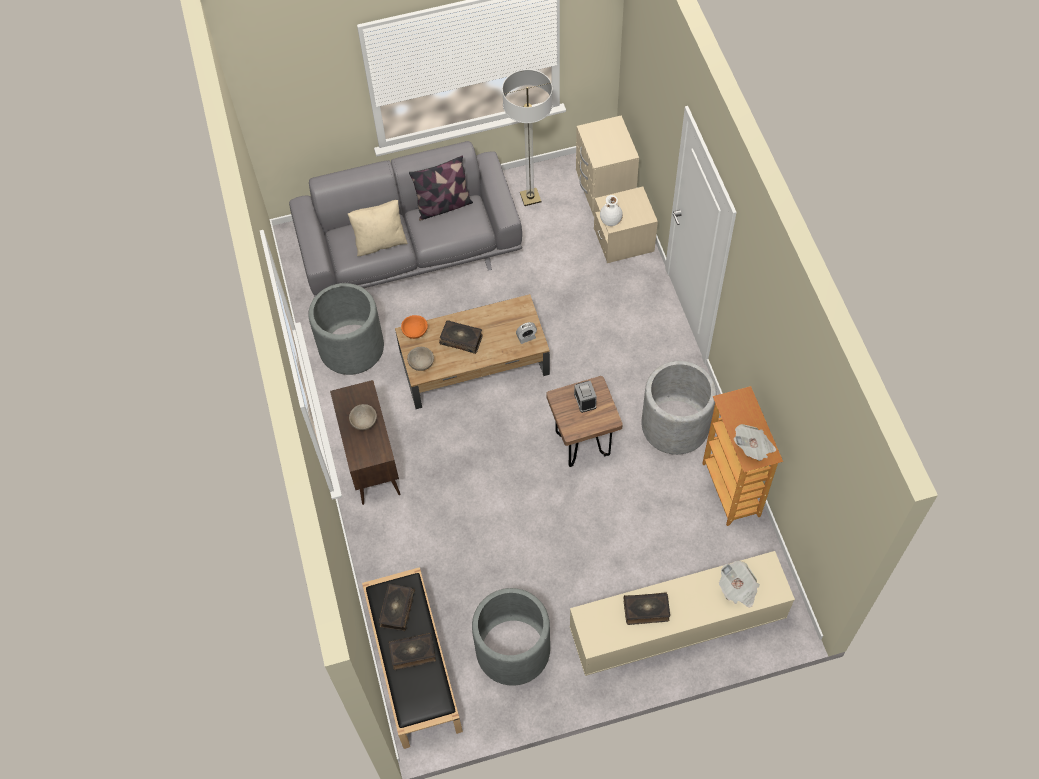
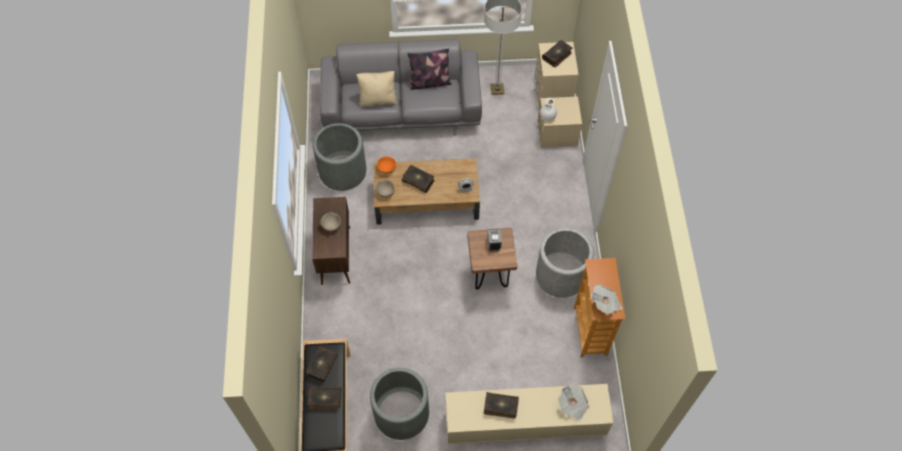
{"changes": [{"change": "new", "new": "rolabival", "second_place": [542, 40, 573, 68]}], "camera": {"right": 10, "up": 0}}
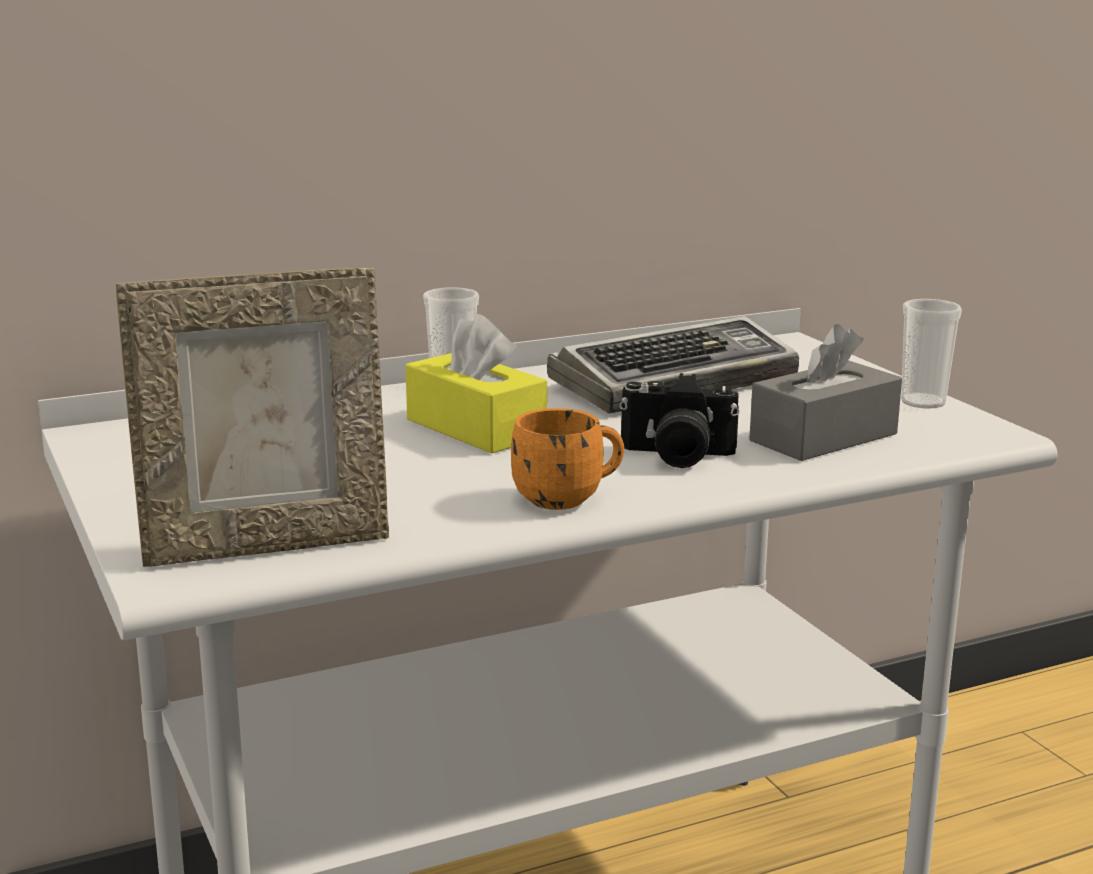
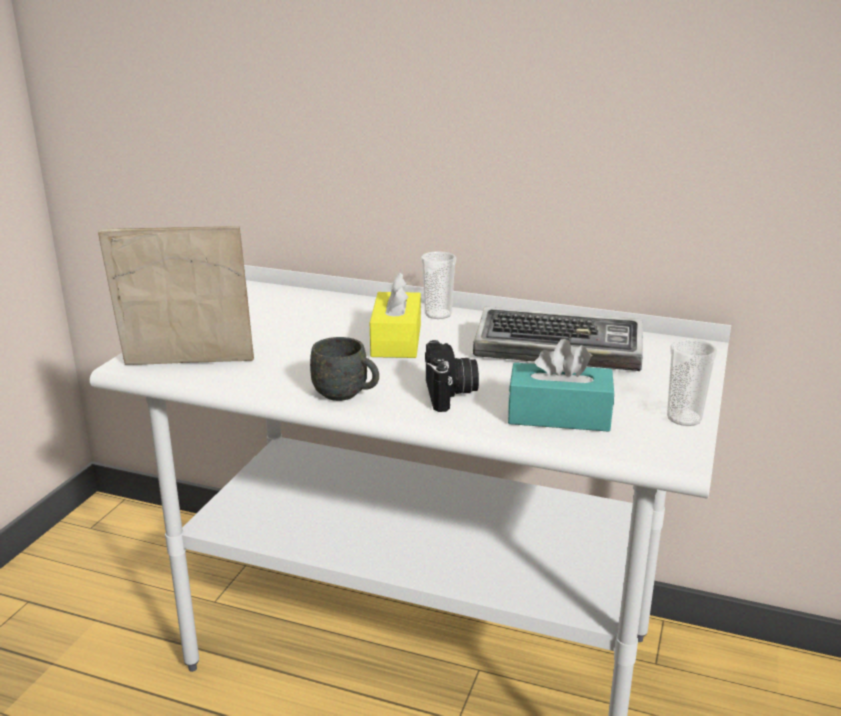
{"changes": [{"change": "repainted", "old": "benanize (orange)", "new": "benanize (grey)", "first_place": [511, 408, 624, 510], "second_place": [310, 337, 379, 401]}, {"change": "repainted", "old": "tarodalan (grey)", "new": "tarodalan (turquoise)", "first_place": [749, 324, 902, 461], "second_place": [508, 339, 614, 432]}, {"change": "rotated", "old": "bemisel", "first_place": [116, 268, 389, 567], "second_place": [98, 226, 254, 365], "degrees": 150}, {"change": "rotated", "old": "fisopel", "first_place": [619, 373, 739, 468], "second_place": [425, 340, 479, 412], "degrees": -150}], "camera": {"right": 45, "up": 5}}
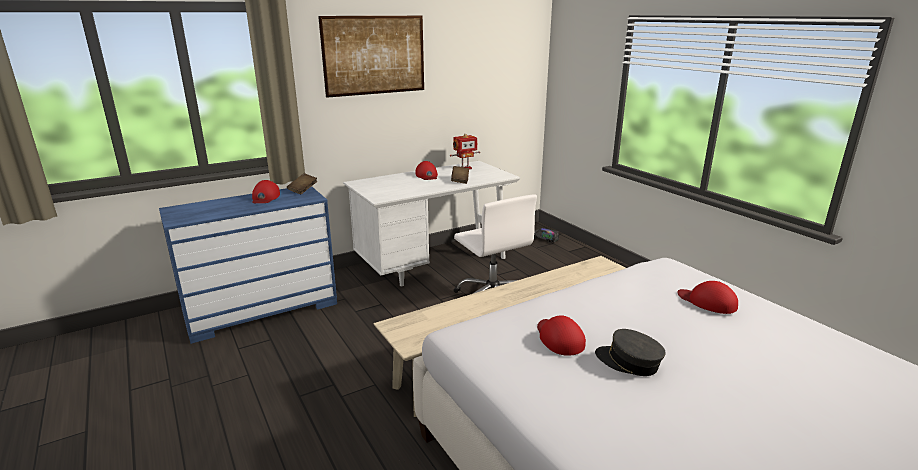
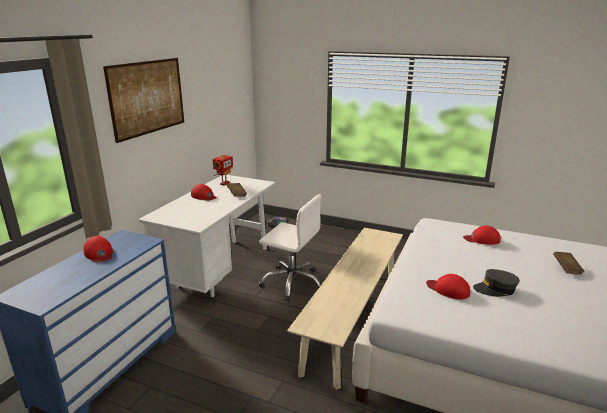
{"changes": [{"change": "shifted", "old": "rolabival (brown)", "first_place": [287, 173, 317, 194], "second_place": [553, 252, 585, 275]}], "camera": {"right": -35, "up": 0}}
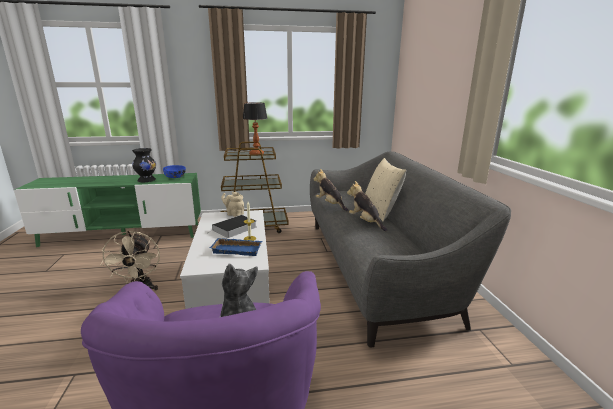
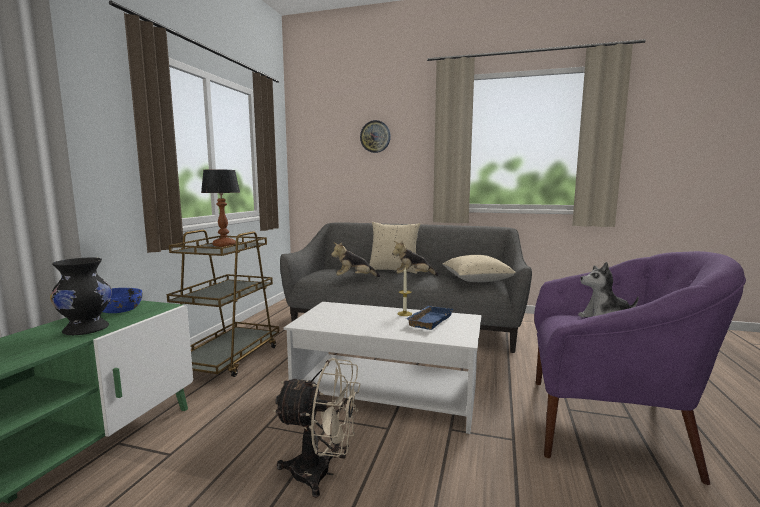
{"changes": [{"change": "gone", "old": "rolabival", "first_place": [209, 215, 257, 238]}, {"change": "gone", "old": "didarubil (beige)", "first_place": [221, 192, 244, 217]}, {"change": "new", "new": "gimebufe", "second_place": [360, 120, 391, 153]}, {"change": "new", "new": "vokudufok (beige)", "second_place": [442, 255, 515, 282]}], "camera": {"right": -65, "up": -10}}
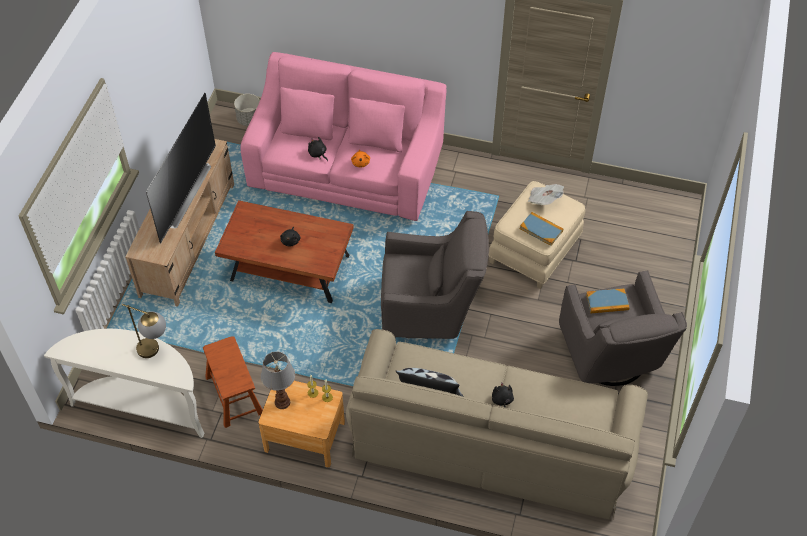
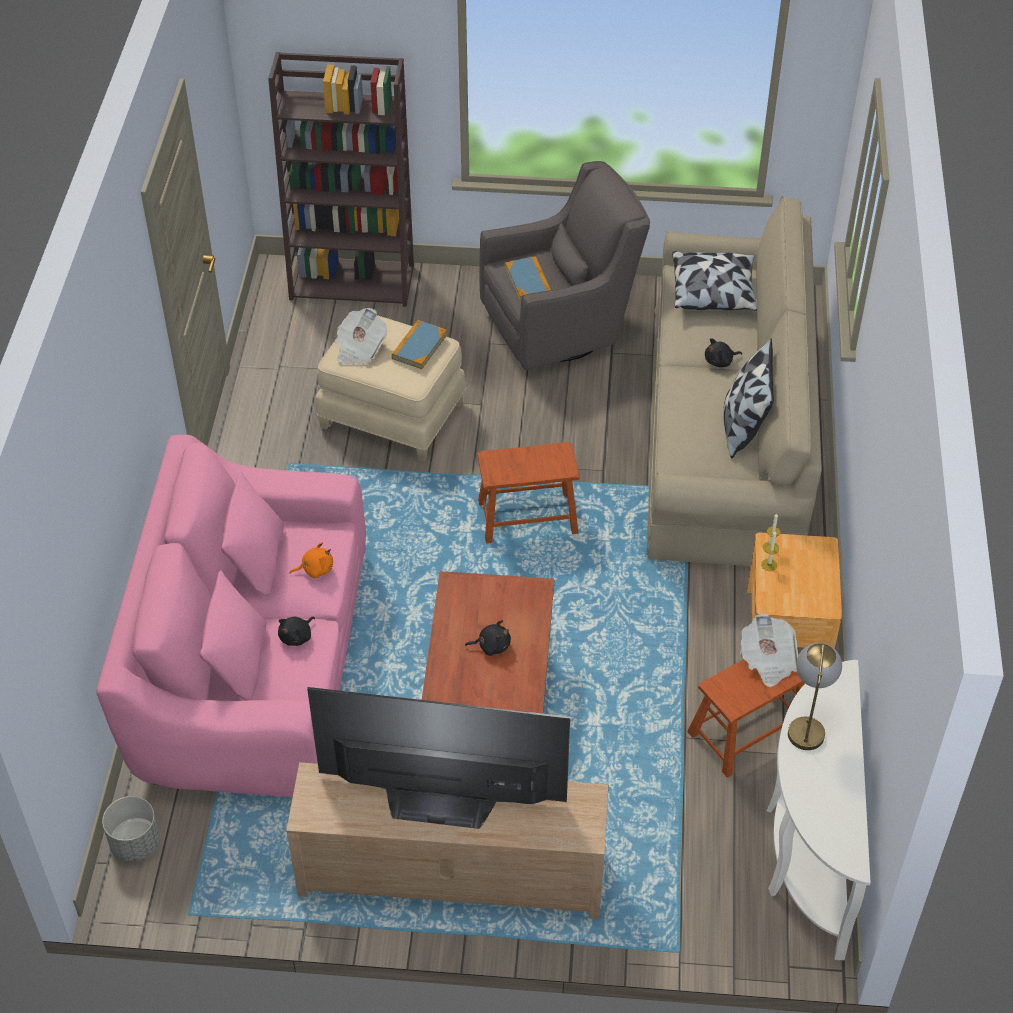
{"changes": [{"change": "gone", "old": "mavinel", "first_place": [261, 351, 295, 409]}, {"change": "new", "new": "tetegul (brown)", "second_place": [268, 52, 414, 307]}, {"change": "new", "new": "vokudufok", "second_place": [672, 251, 757, 310]}, {"change": "new", "new": "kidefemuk", "second_place": [740, 613, 798, 687]}, {"change": "swapped", "old": "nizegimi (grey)", "new": "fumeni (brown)", "first_place": [381, 211, 489, 339], "second_place": [477, 442, 579, 544]}], "camera": {"right": -100, "up": -5}}
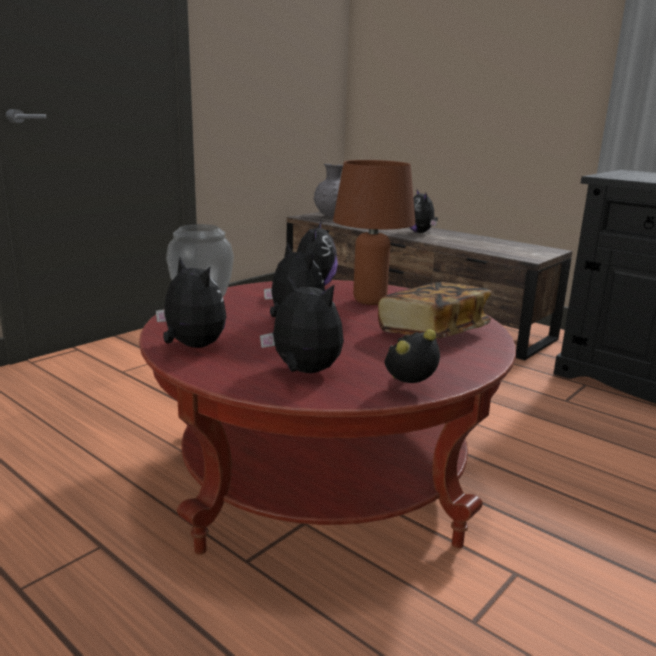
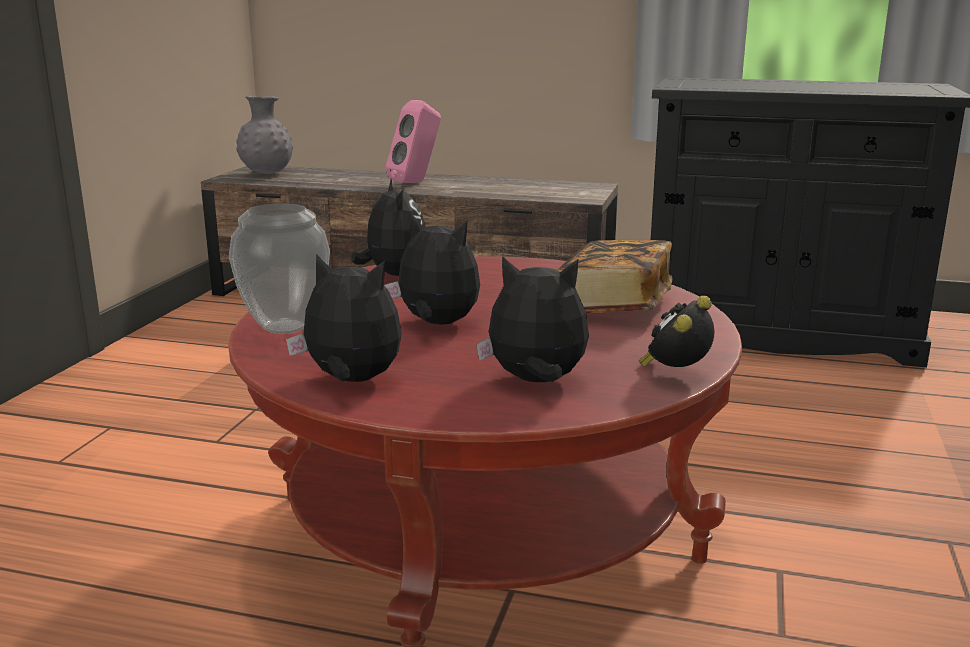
{"changes": [{"change": "gone", "old": "mavinel (brown)", "first_place": [333, 160, 415, 305]}, {"change": "swapped", "old": "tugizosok", "new": "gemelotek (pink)", "first_place": [409, 190, 438, 233], "second_place": [386, 100, 441, 183]}], "camera": {"right": -25, "up": 0}}
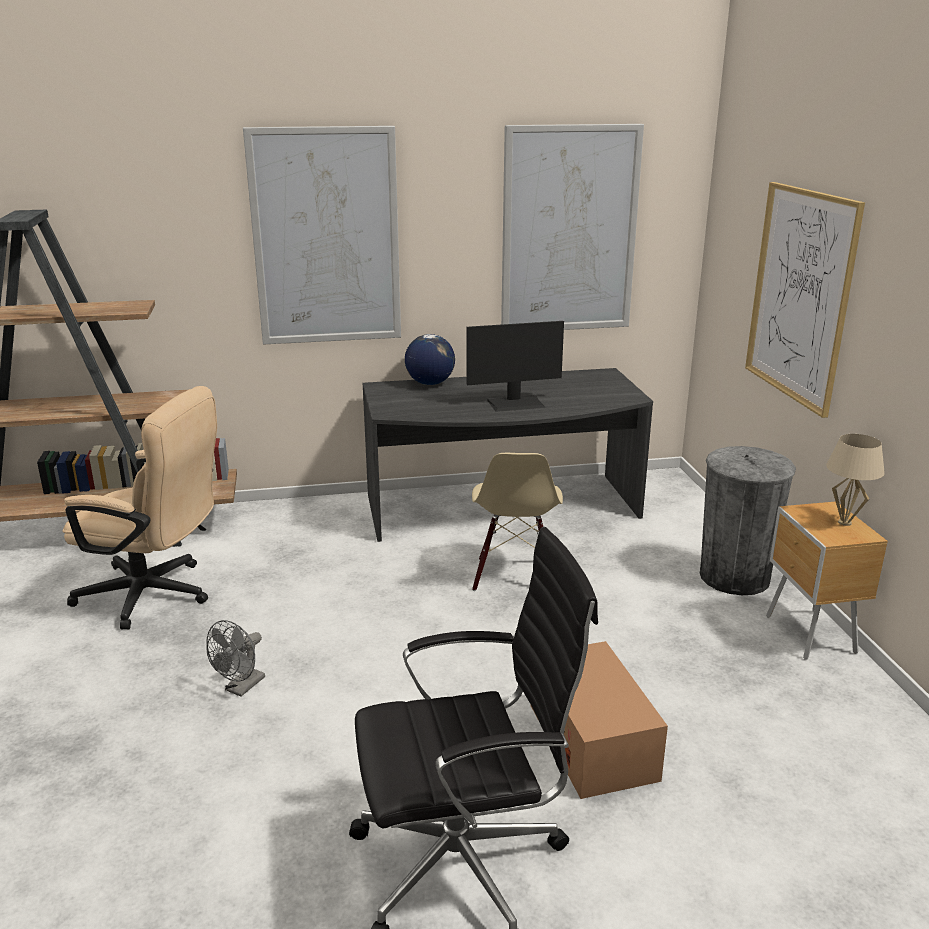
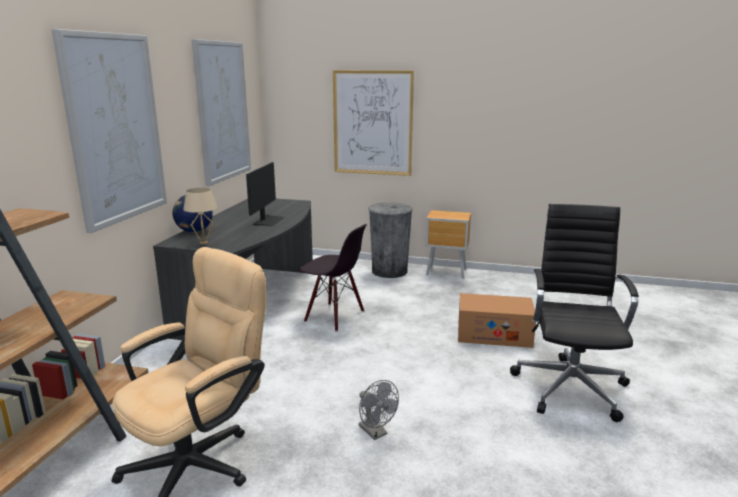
{"changes": [{"change": "shifted", "old": "mavinel (beige)", "first_place": [826, 434, 885, 526], "second_place": [183, 188, 217, 244]}, {"change": "repainted", "old": "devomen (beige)", "new": "devomen (black)", "first_place": [472, 453, 563, 591], "second_place": [299, 224, 367, 332]}], "camera": {"right": -65, "up": -5}}
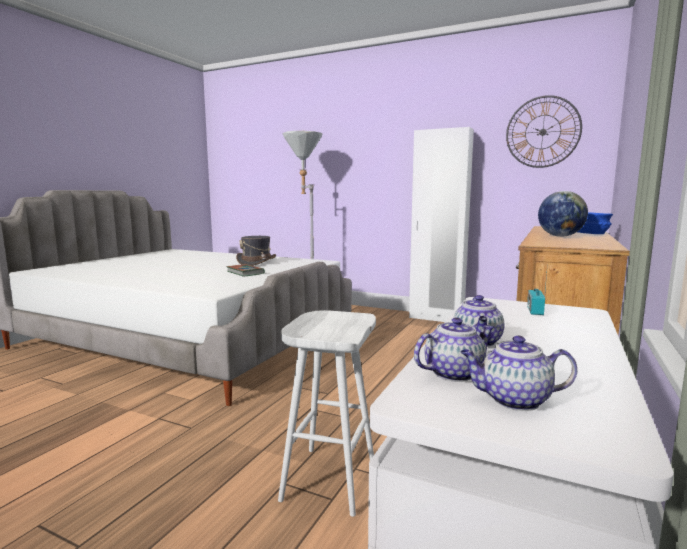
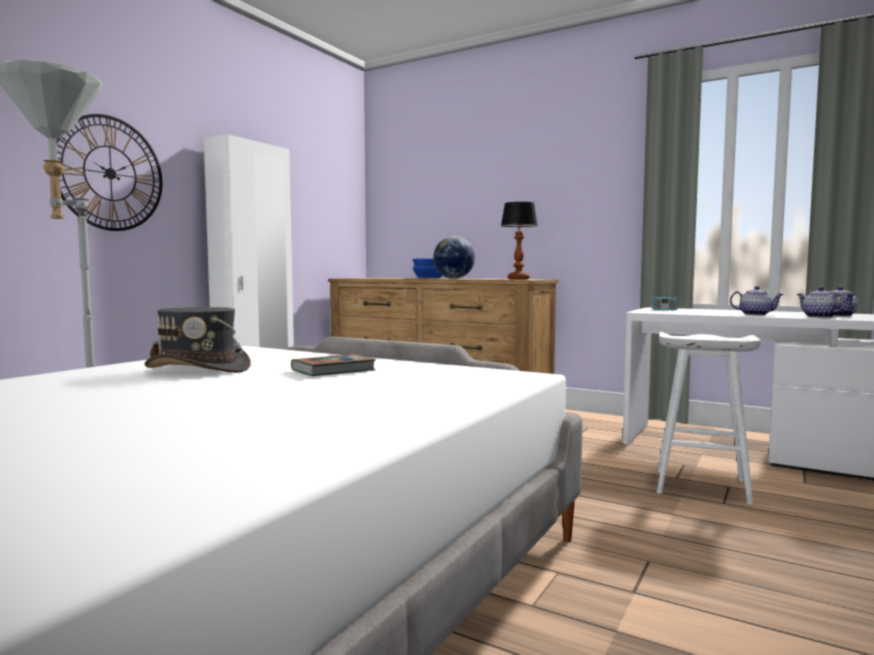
{"changes": [{"change": "new", "new": "mavinel", "second_place": [501, 202, 538, 280]}, {"change": "shifted", "old": "gimebufe", "first_place": [506, 95, 582, 168], "second_place": [57, 114, 162, 231]}], "camera": {"right": -85, "up": -5}}
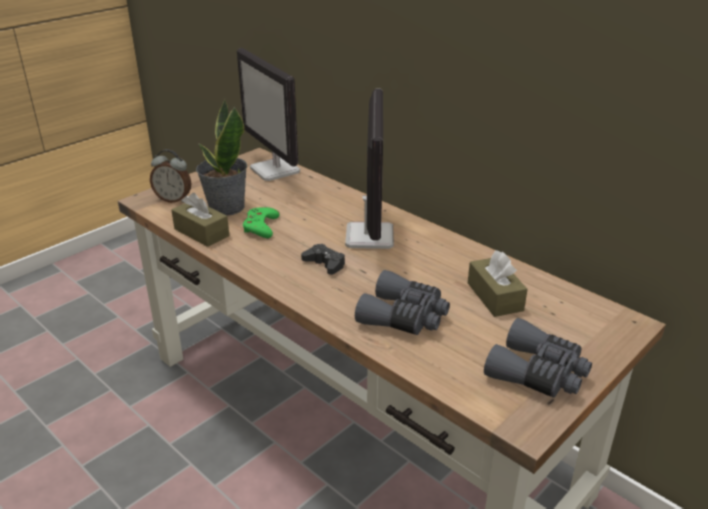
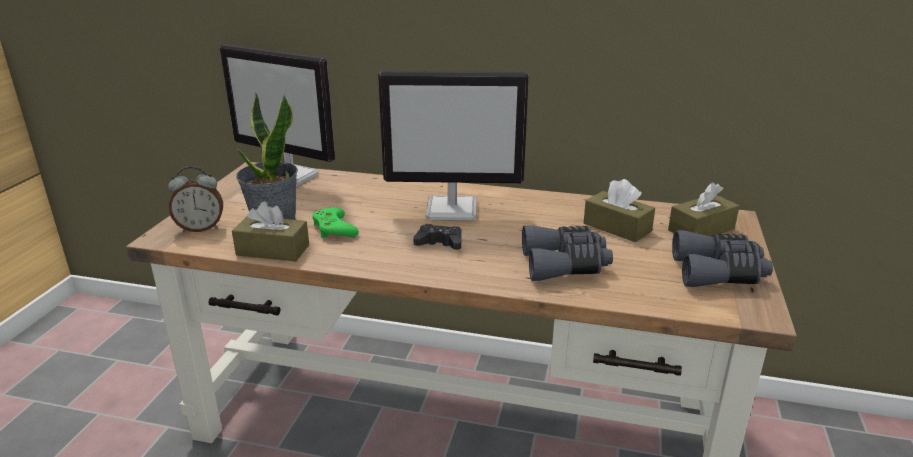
{"changes": [{"change": "new", "new": "tarodalan (brown)", "second_place": [668, 183, 739, 237]}, {"change": "rotated", "old": "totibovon", "first_place": [345, 89, 394, 249], "second_place": [378, 71, 529, 221], "degrees": 120}], "camera": {"right": -30, "up": -5}}
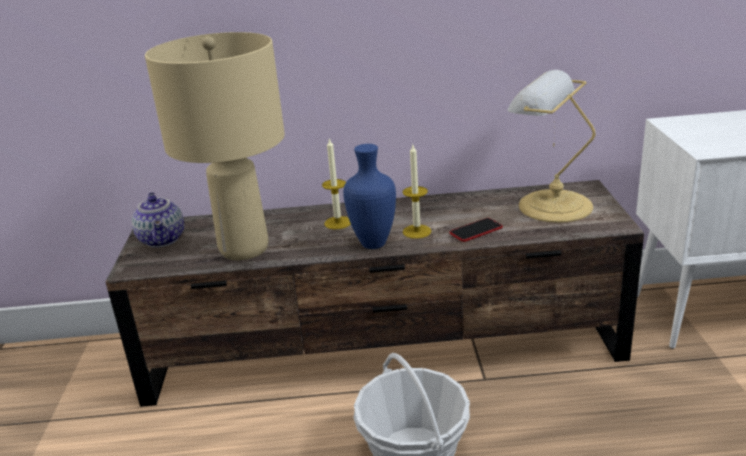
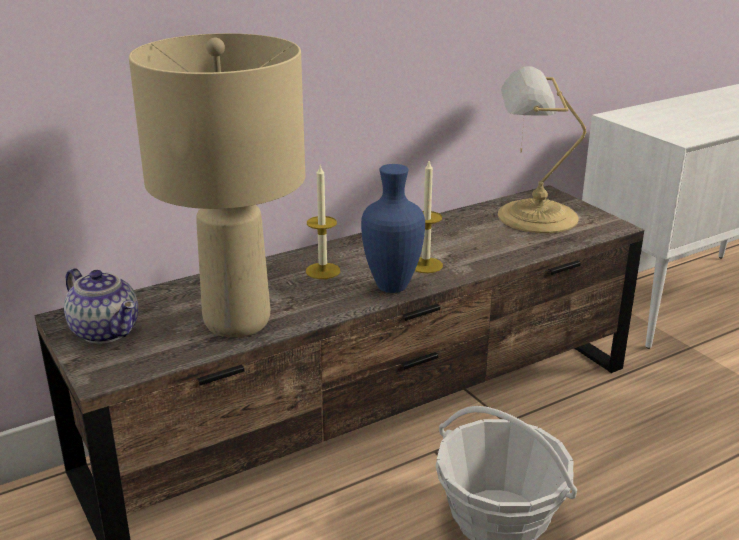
{"changes": [{"change": "gone", "old": "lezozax", "first_place": [449, 218, 503, 242]}], "camera": {"right": -30, "up": 0}}
